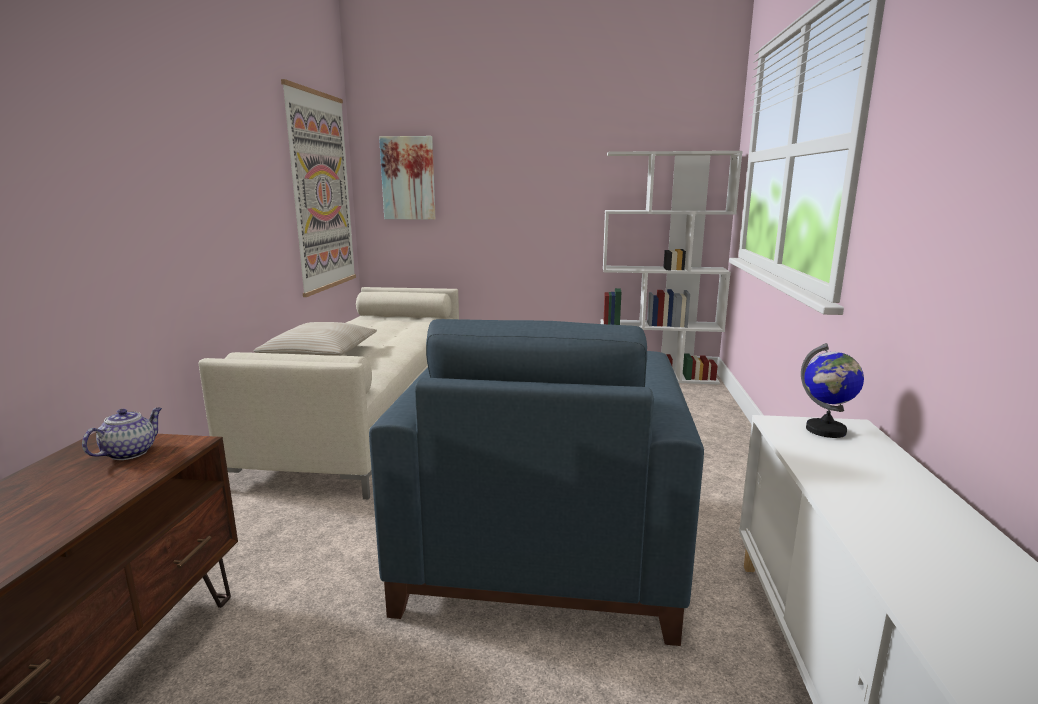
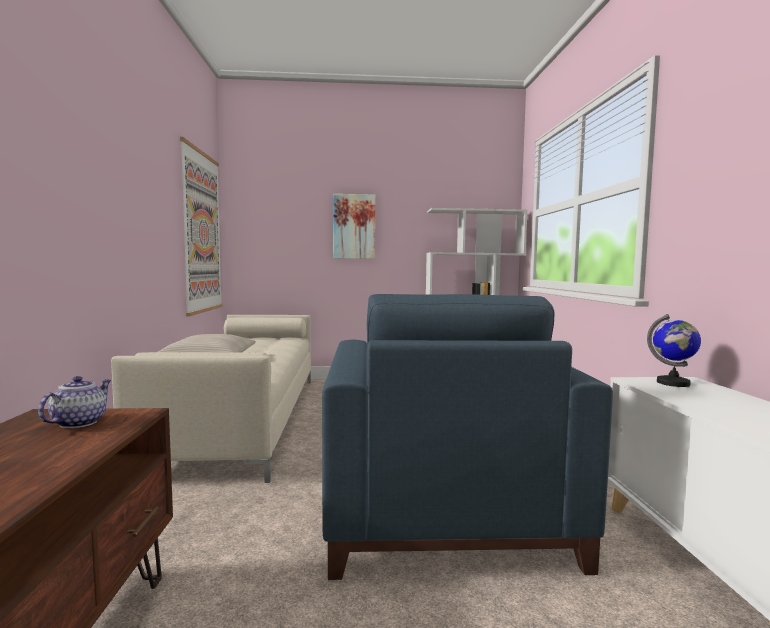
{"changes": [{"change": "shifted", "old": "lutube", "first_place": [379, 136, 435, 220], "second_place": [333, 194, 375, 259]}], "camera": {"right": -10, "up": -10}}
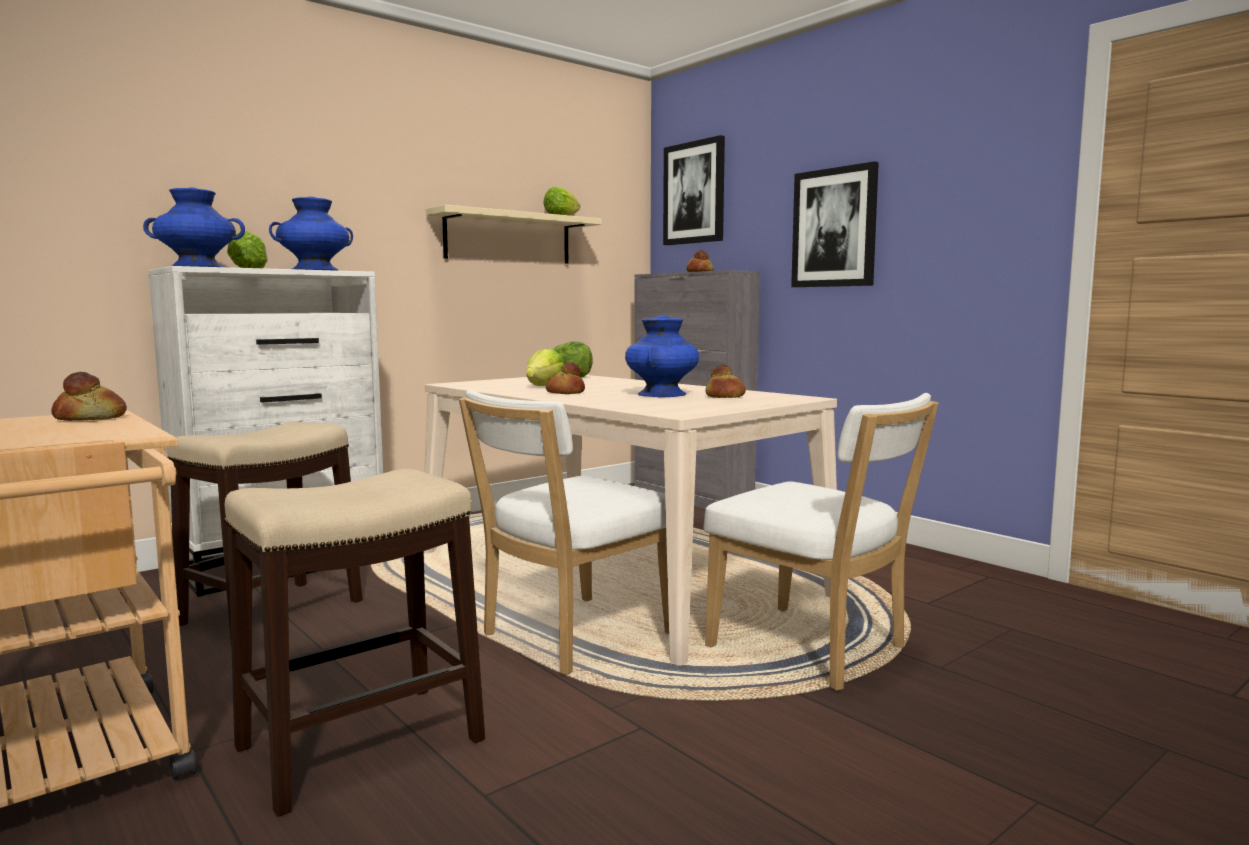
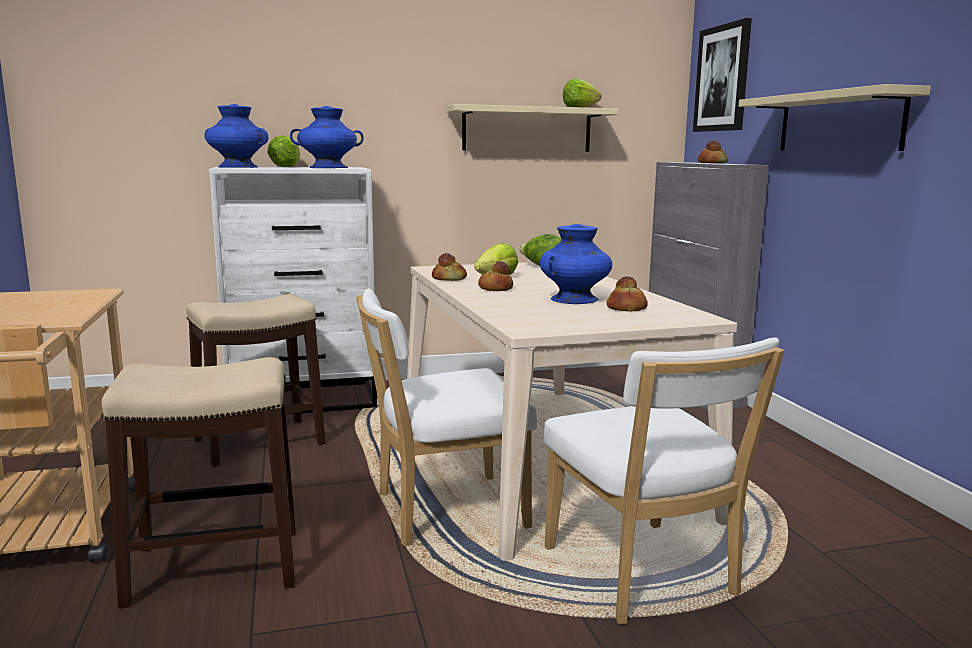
{"changes": [{"change": "shifted", "old": "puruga", "first_place": [51, 372, 127, 421], "second_place": [432, 253, 467, 281]}, {"change": "swapped", "old": "lutube", "new": "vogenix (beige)", "first_place": [791, 161, 879, 287], "second_place": [739, 84, 931, 151]}], "camera": {"right": 25, "up": 5}}
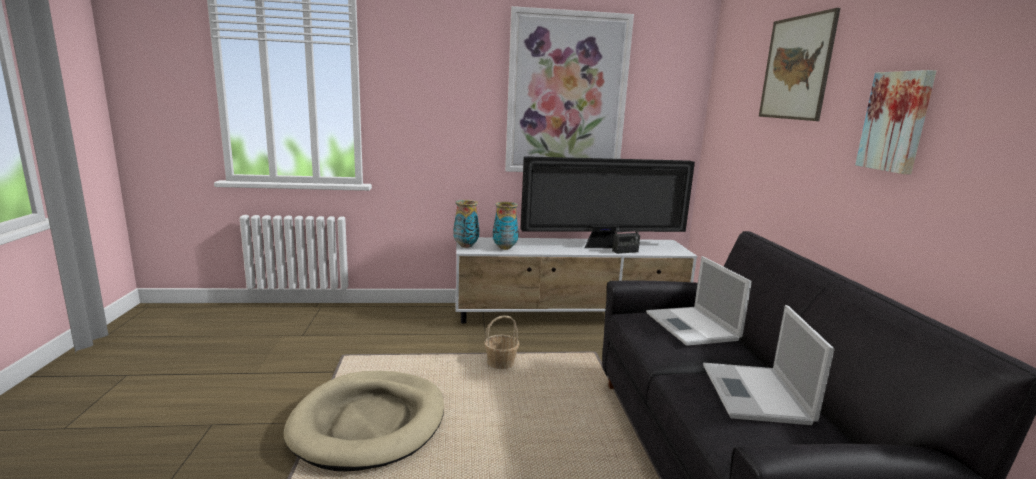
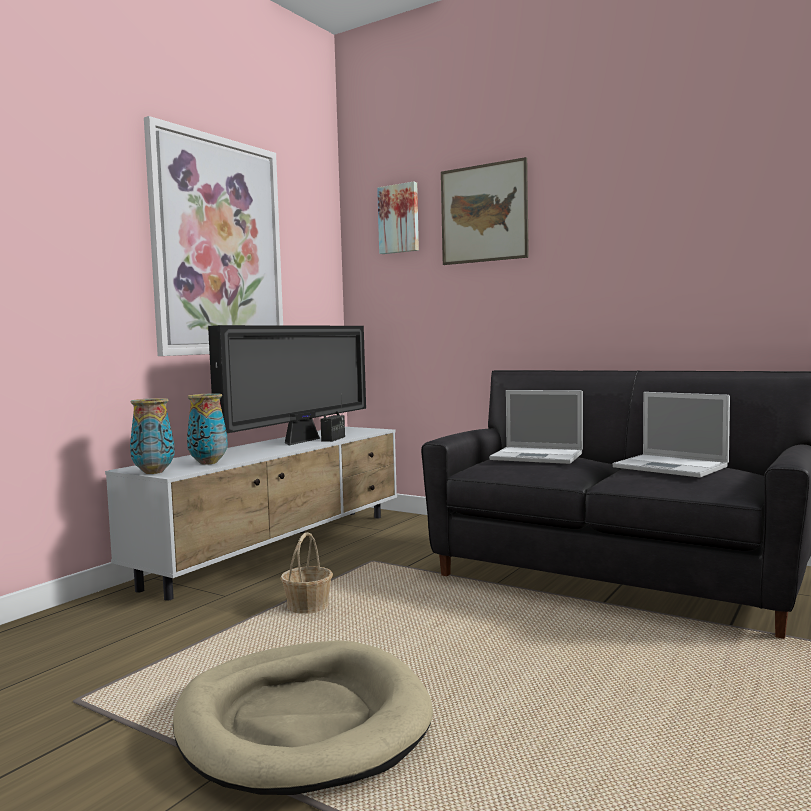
{"changes": [{"change": "shifted", "old": "lutube", "first_place": [855, 70, 936, 174], "second_place": [377, 182, 419, 254]}], "camera": {"right": -50, "up": -10}}
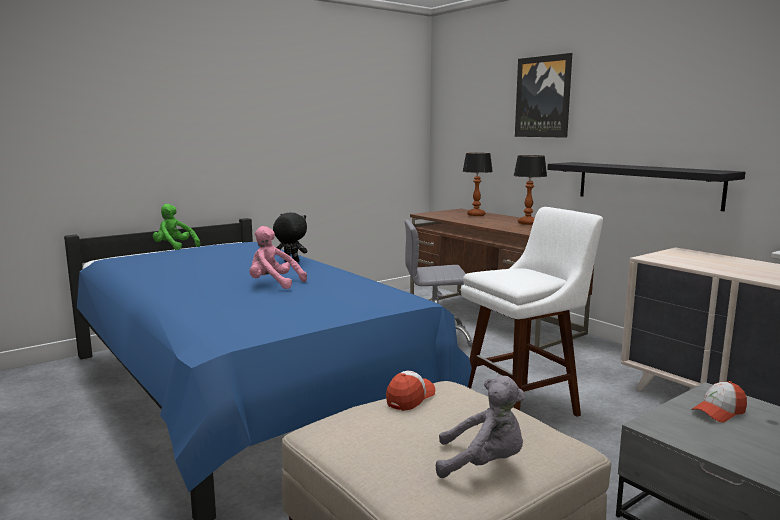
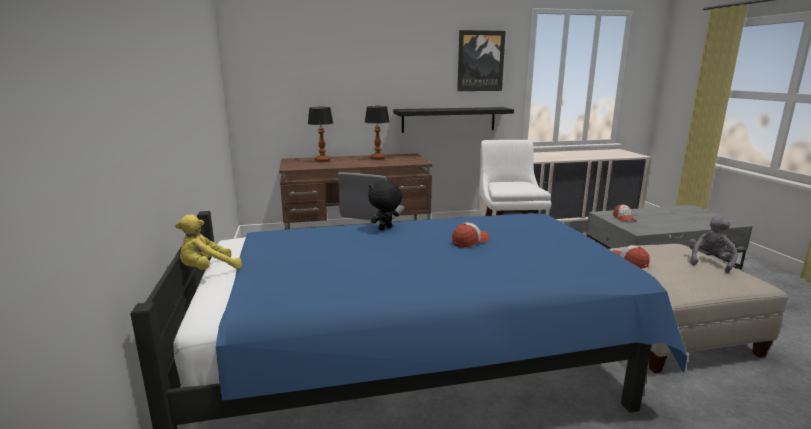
{"changes": [{"change": "shifted", "old": "lutube", "first_place": [515, 53, 572, 138], "second_place": [457, 30, 506, 91]}, {"change": "swapped", "old": "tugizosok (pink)", "new": "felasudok", "first_place": [249, 226, 307, 289], "second_place": [452, 223, 489, 248]}, {"change": "repainted", "old": "tugizosok (green)", "new": "tugizosok (yellow)", "first_place": [153, 204, 200, 250], "second_place": [175, 214, 242, 270]}], "camera": {"right": -65, "up": 5}}
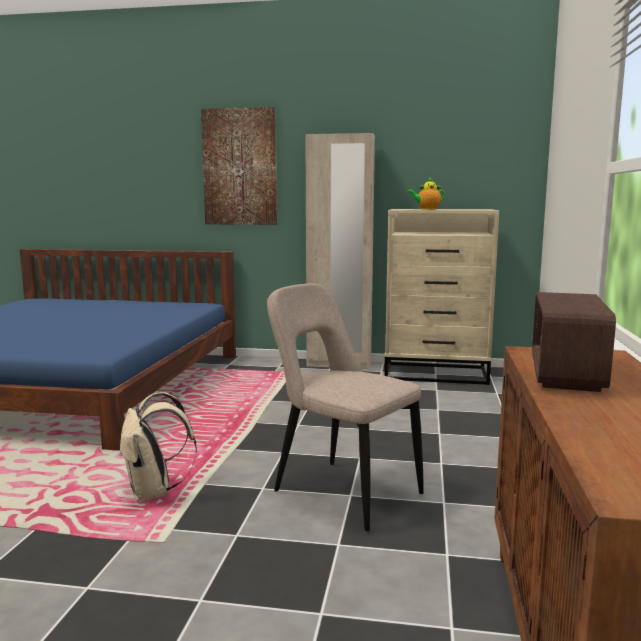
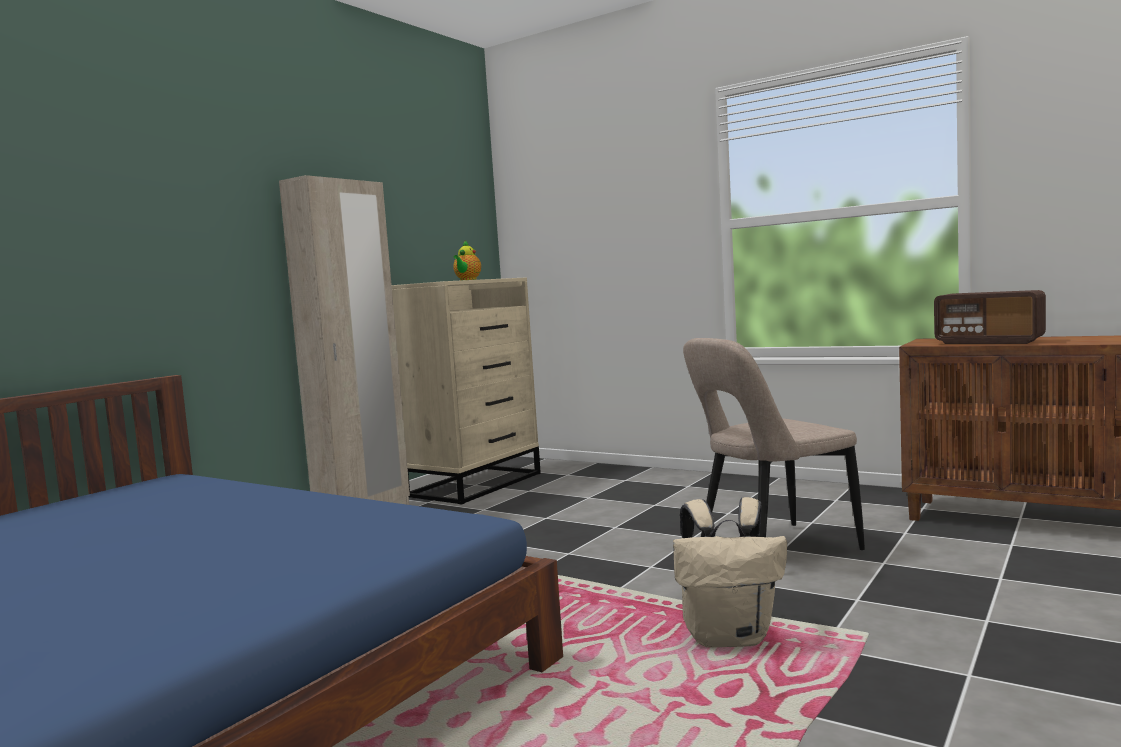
{"changes": [{"change": "gone", "old": "lutube", "first_place": [201, 107, 277, 225]}], "camera": {"right": -65, "up": -5}}
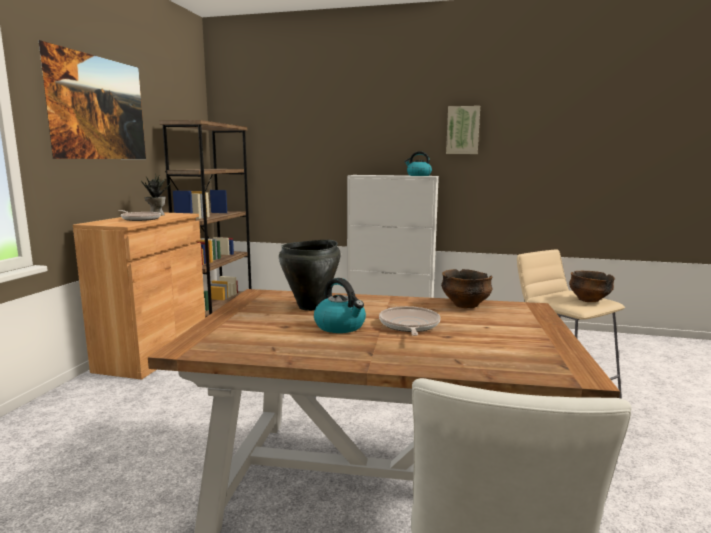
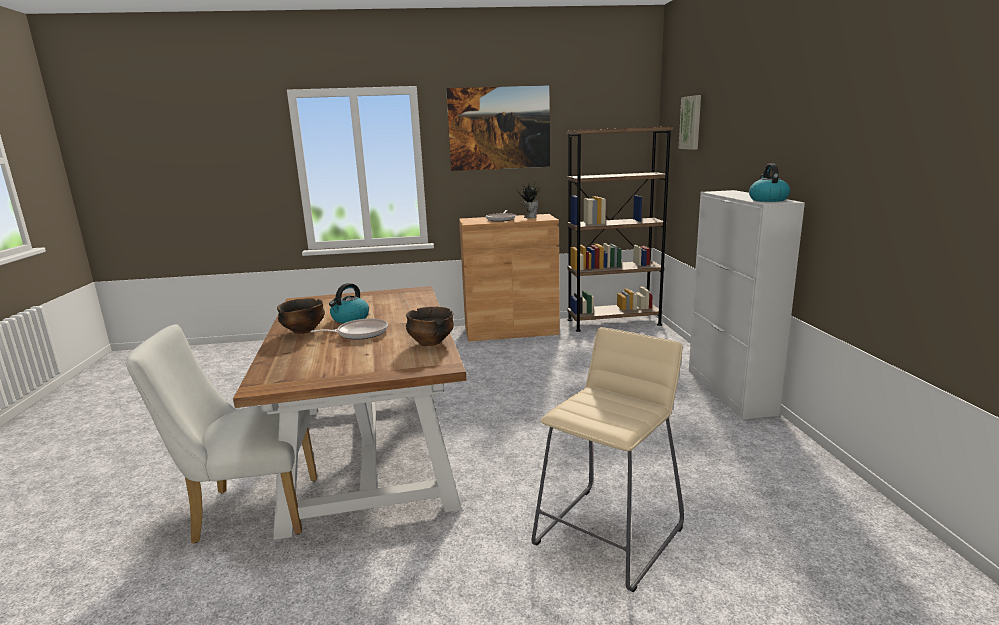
{"changes": [{"change": "gone", "old": "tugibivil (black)", "first_place": [279, 240, 341, 311]}, {"change": "shifted", "old": "lutube", "first_place": [446, 106, 480, 154], "second_place": [679, 95, 701, 150]}, {"change": "shifted", "old": "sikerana", "first_place": [569, 271, 615, 302], "second_place": [277, 298, 325, 334]}], "camera": {"right": 70, "up": 5}}
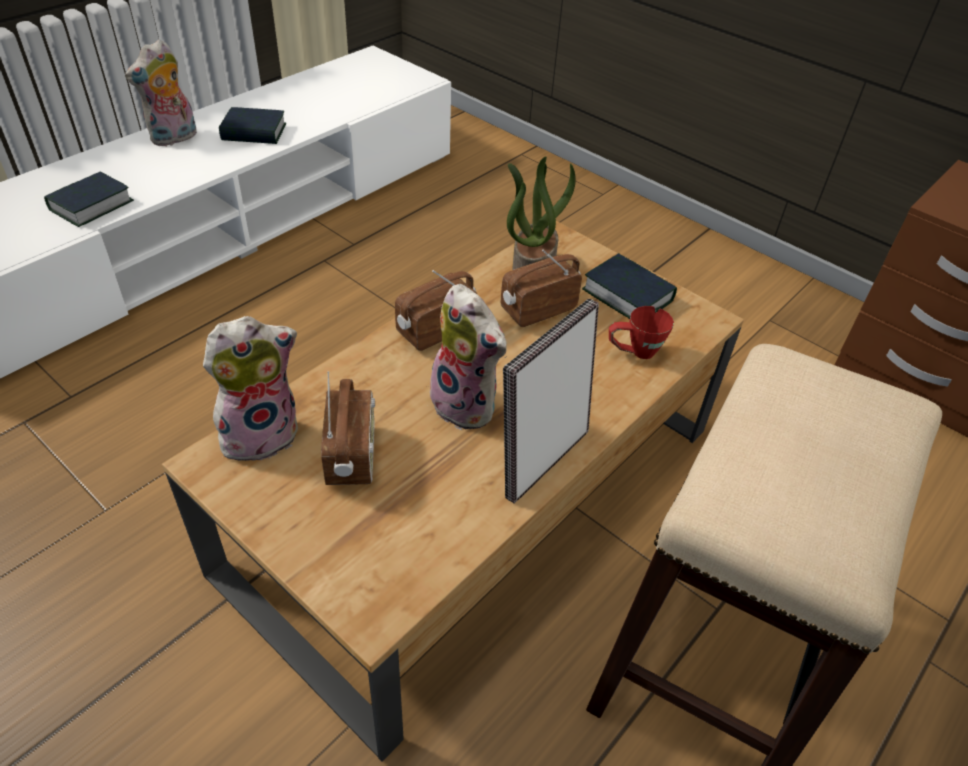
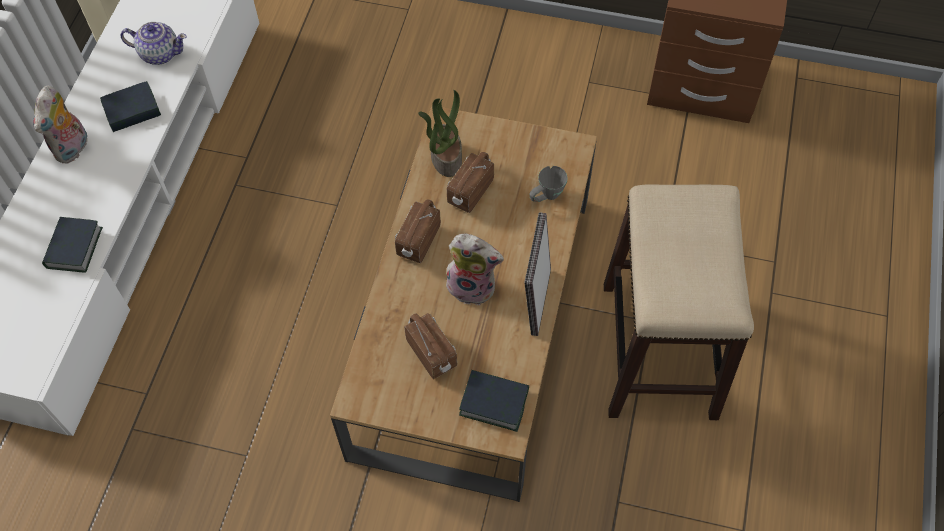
{"changes": [{"change": "gone", "old": "tugizosok", "first_place": [203, 316, 298, 466]}, {"change": "new", "new": "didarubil", "second_place": [121, 22, 187, 65]}, {"change": "shifted", "old": "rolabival", "first_place": [582, 253, 677, 319], "second_place": [459, 370, 529, 432]}, {"change": "repainted", "old": "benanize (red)", "new": "benanize (grey)", "first_place": [609, 306, 674, 359], "second_place": [529, 166, 568, 202]}], "camera": {"right": -25, "up": 15}}
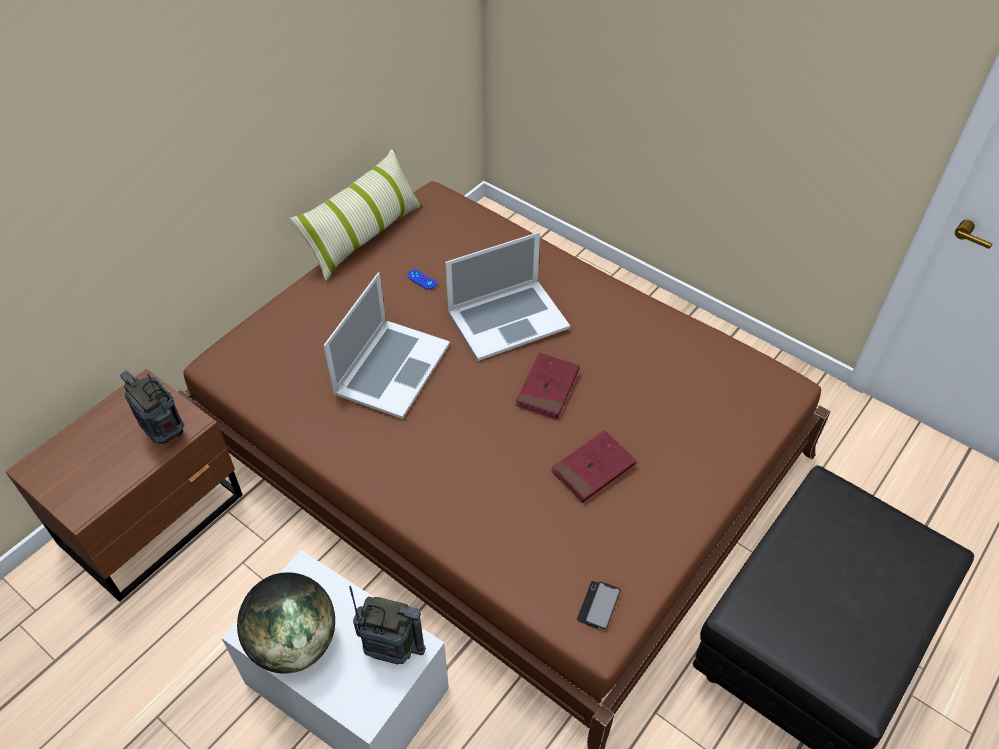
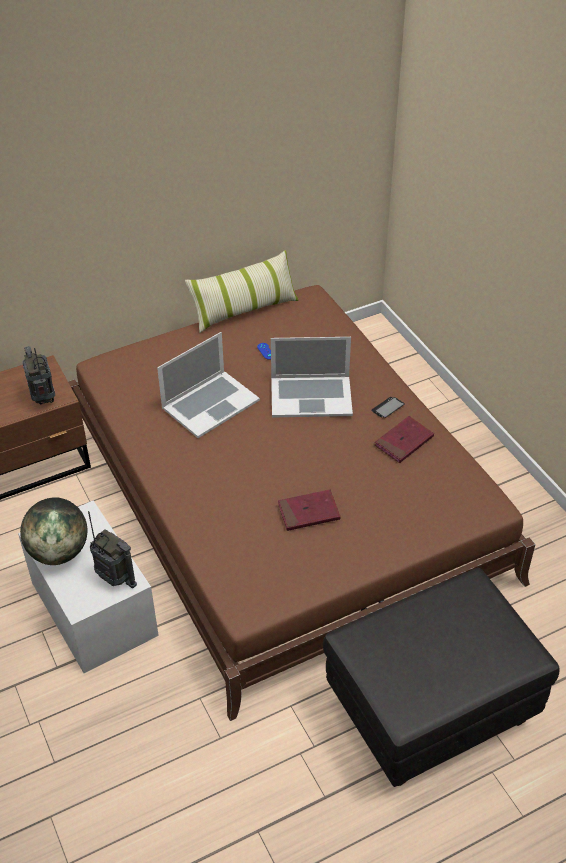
{"changes": [{"change": "shifted", "old": "rolabival (red)", "first_place": [516, 353, 580, 419], "second_place": [375, 416, 434, 463]}, {"change": "shifted", "old": "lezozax", "first_place": [577, 581, 621, 629], "second_place": [371, 397, 405, 418]}], "camera": {"right": 25, "up": -5}}
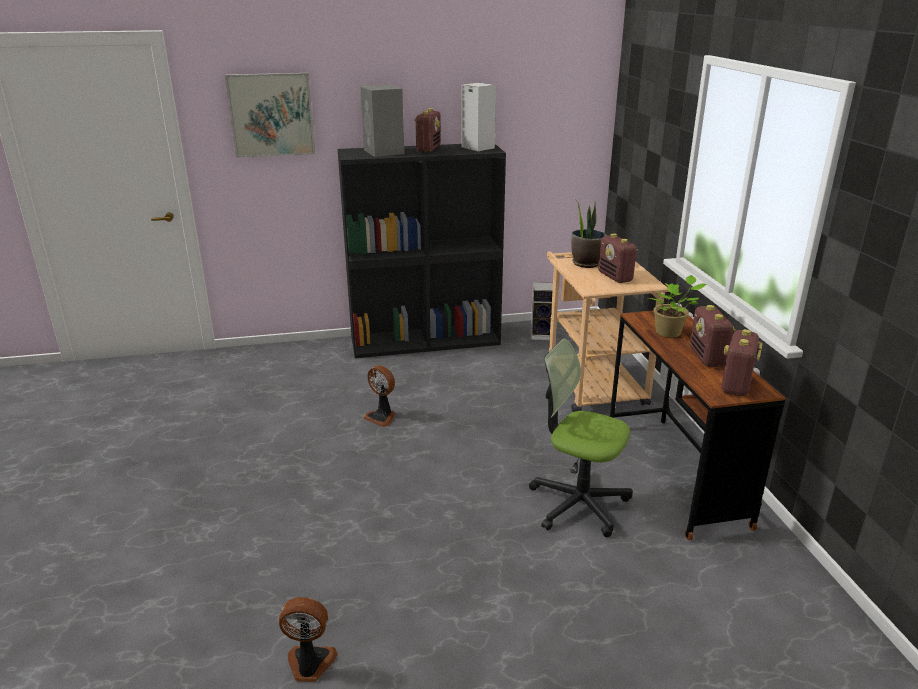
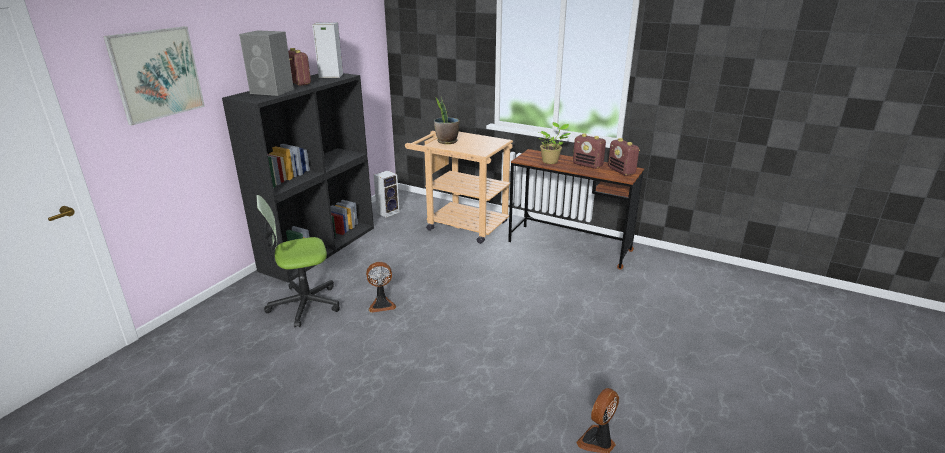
{"changes": [{"change": "gone", "old": "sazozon", "first_place": [598, 233, 638, 283]}, {"change": "shifted", "old": "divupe", "first_place": [529, 338, 633, 537], "second_place": [256, 195, 340, 327]}], "camera": {"right": -50, "up": 0}}
